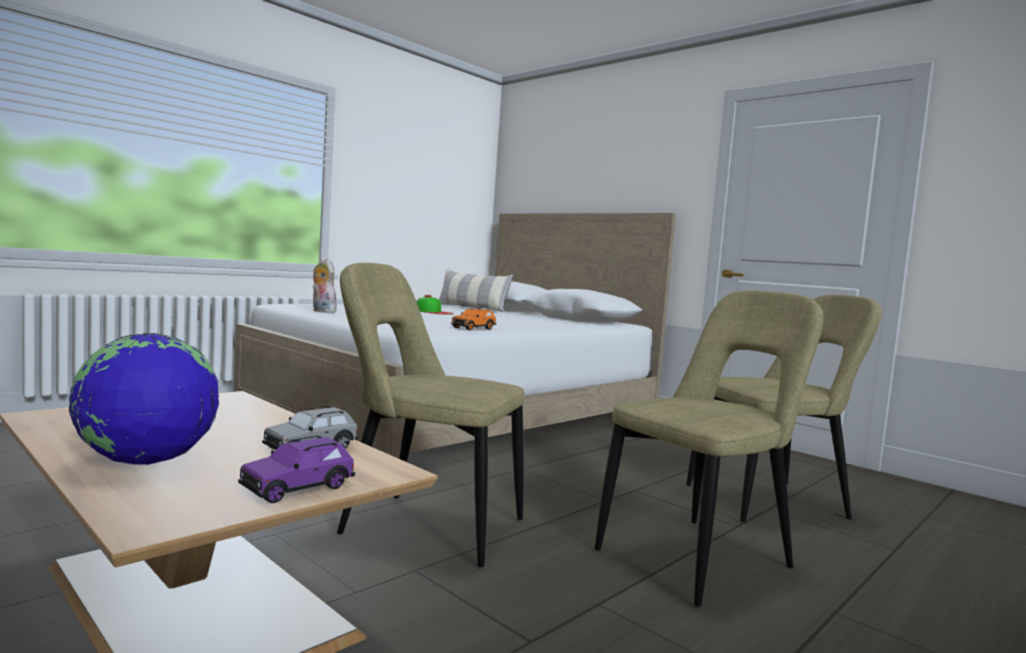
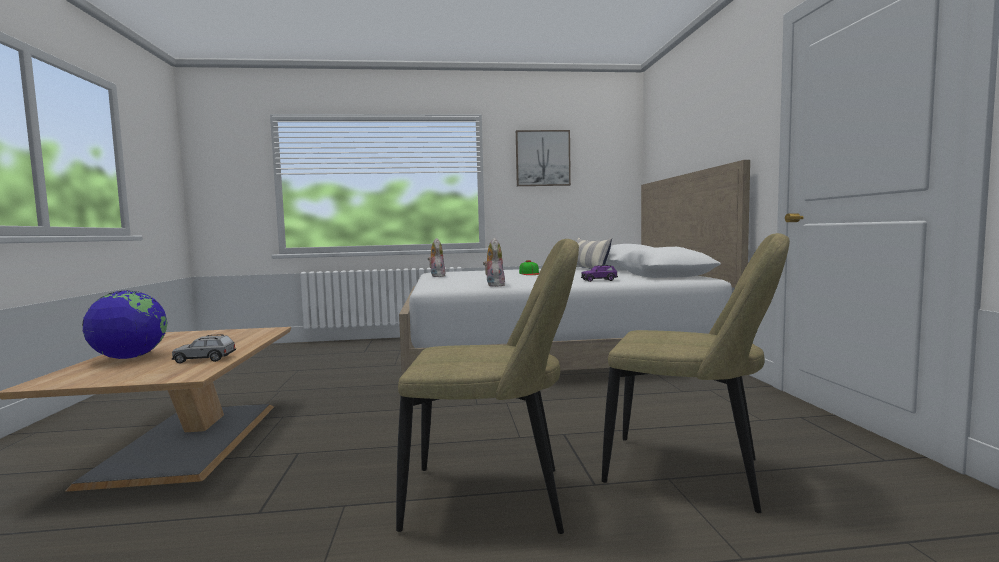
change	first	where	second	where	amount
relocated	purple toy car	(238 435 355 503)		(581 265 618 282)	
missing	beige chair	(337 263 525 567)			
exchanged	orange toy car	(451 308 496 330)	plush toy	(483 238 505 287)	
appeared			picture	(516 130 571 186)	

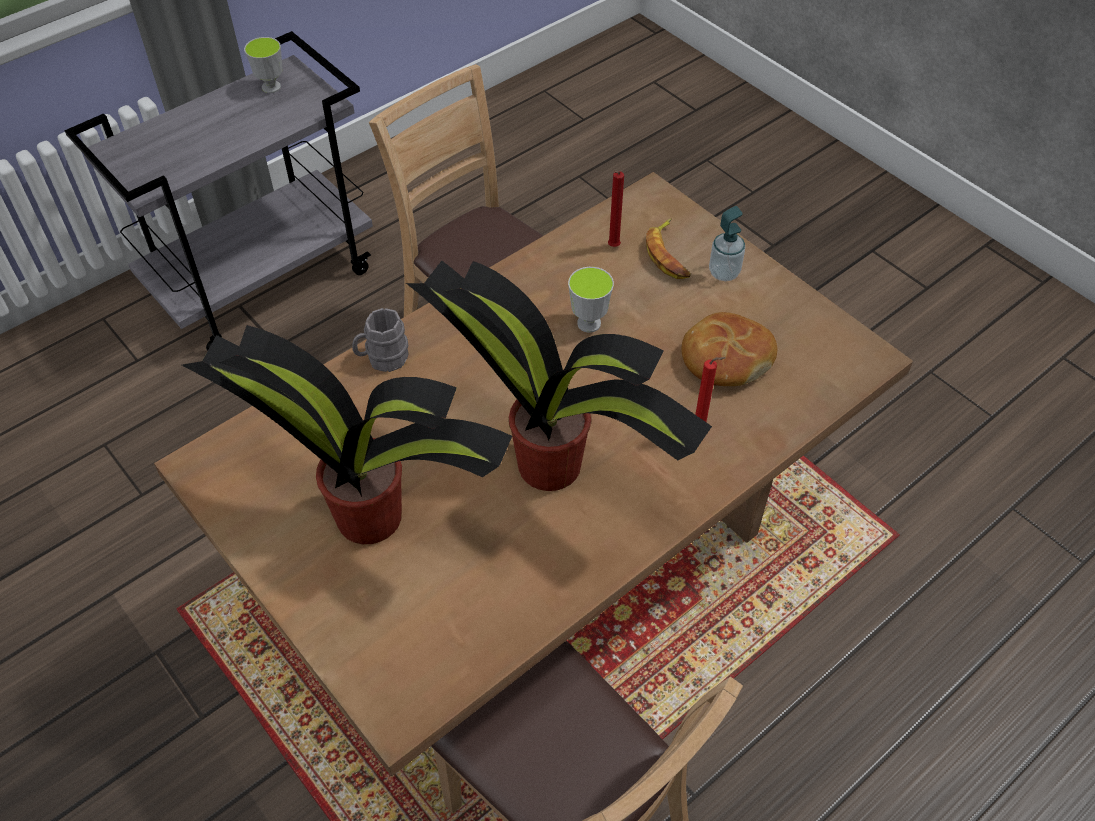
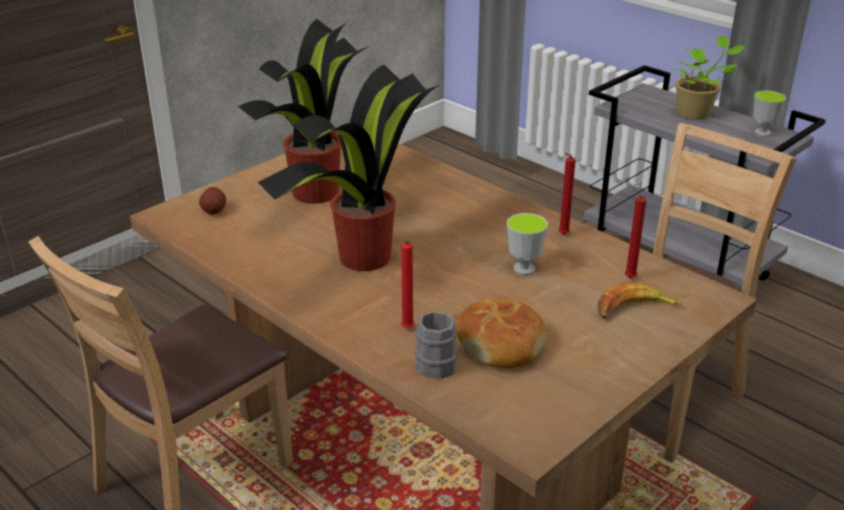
change	first	where	second	where	amount
relocated	grey mug	(352 308 409 372)		(415 312 458 379)	
missing	soap dispenser	(709 206 745 281)			
appeared			potato	(199 187 226 215)	
appeared			red candle	(558 153 576 235)	
appeared			potted plant	(670 35 746 120)	

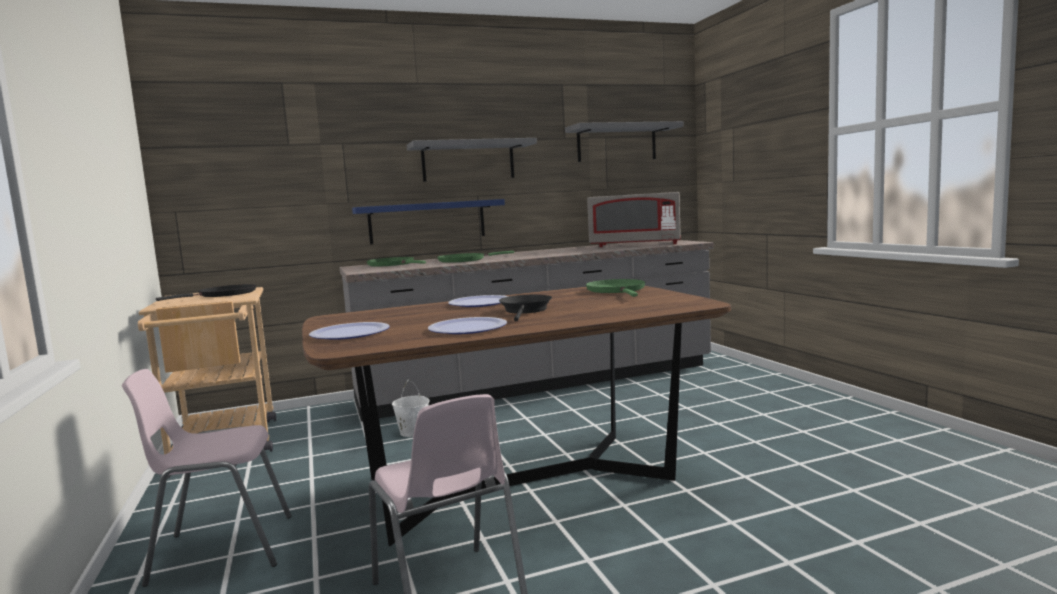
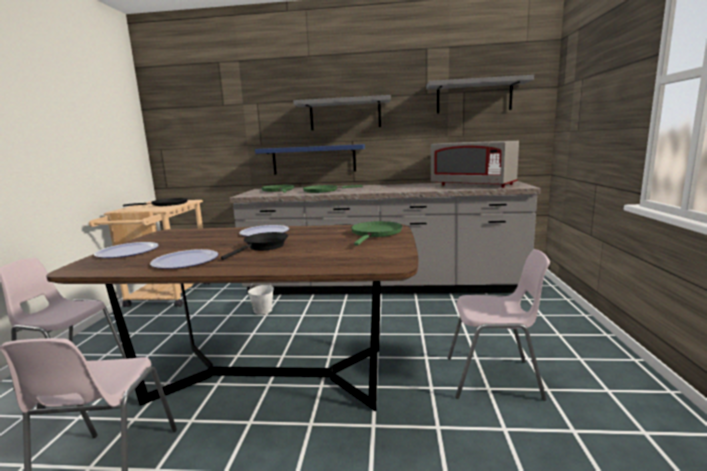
change	first	where	second	where	amount
appeared			pink chair	(448 249 550 401)	

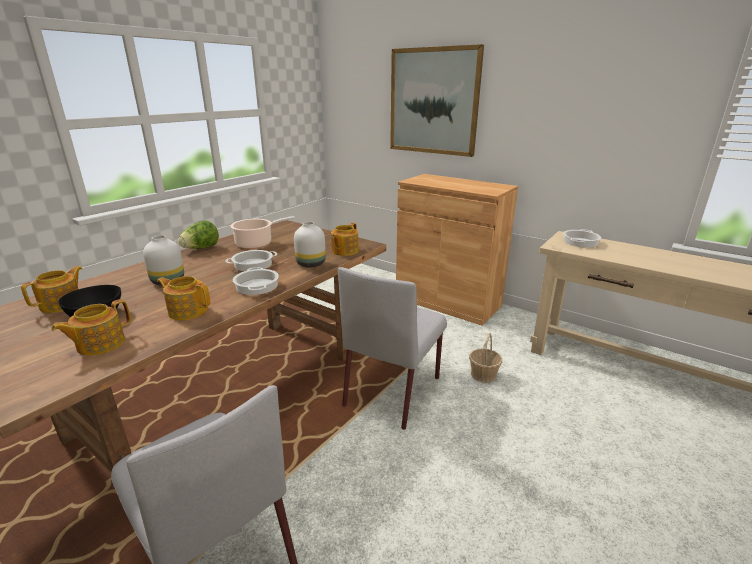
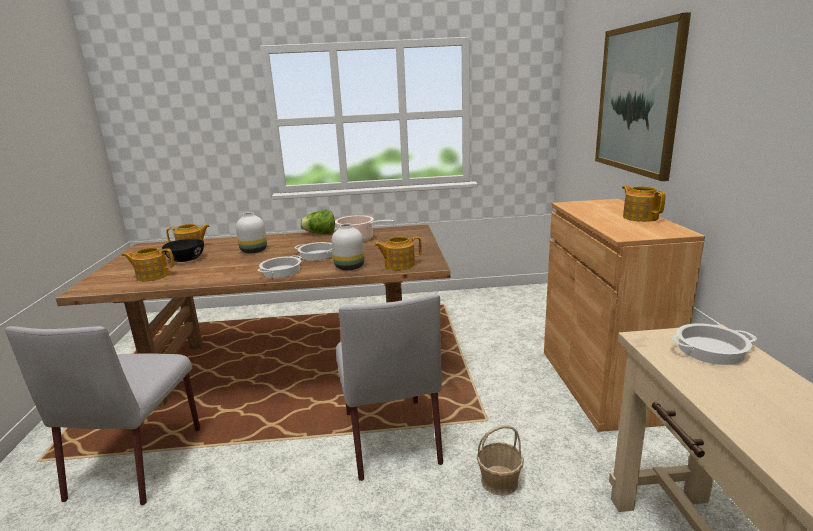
change	first	where	second	where	amount
relocated	teapot	(157 276 210 320)		(622 185 666 222)	
spun	grey chair	(338 267 447 430)		(336 294 443 481)	90 degrees counterclockwise

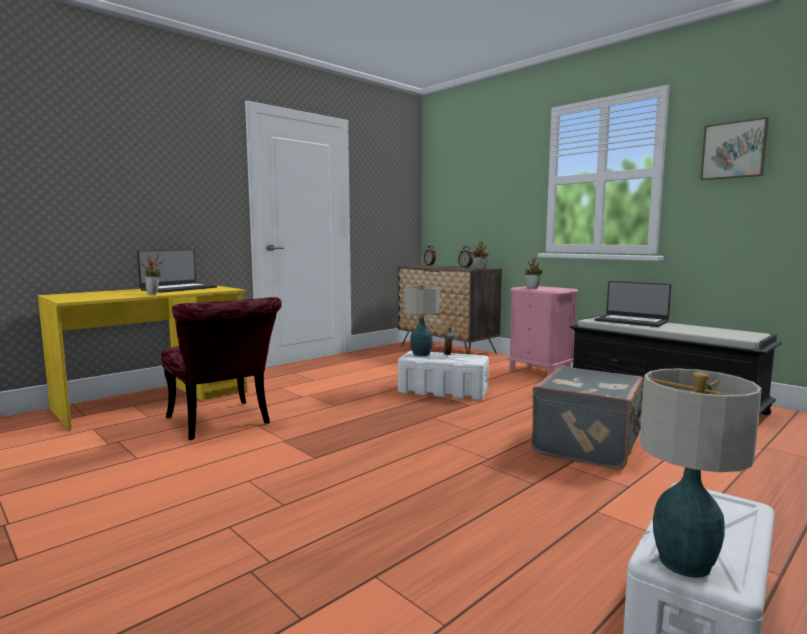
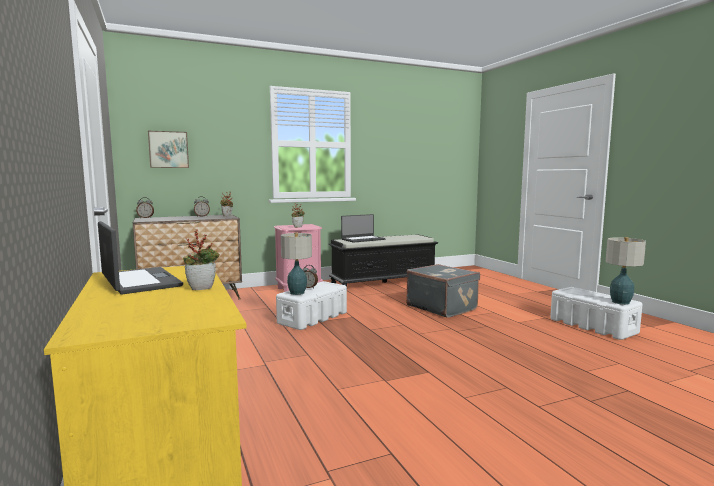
change	first	where	second	where	amount
missing	red chair	(161 297 282 440)			
relocated	picture	(700 117 769 180)		(148 131 189 168)	

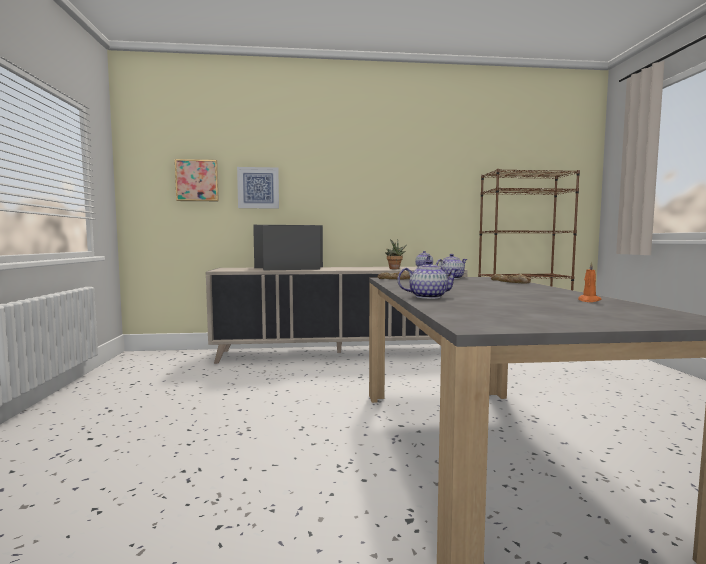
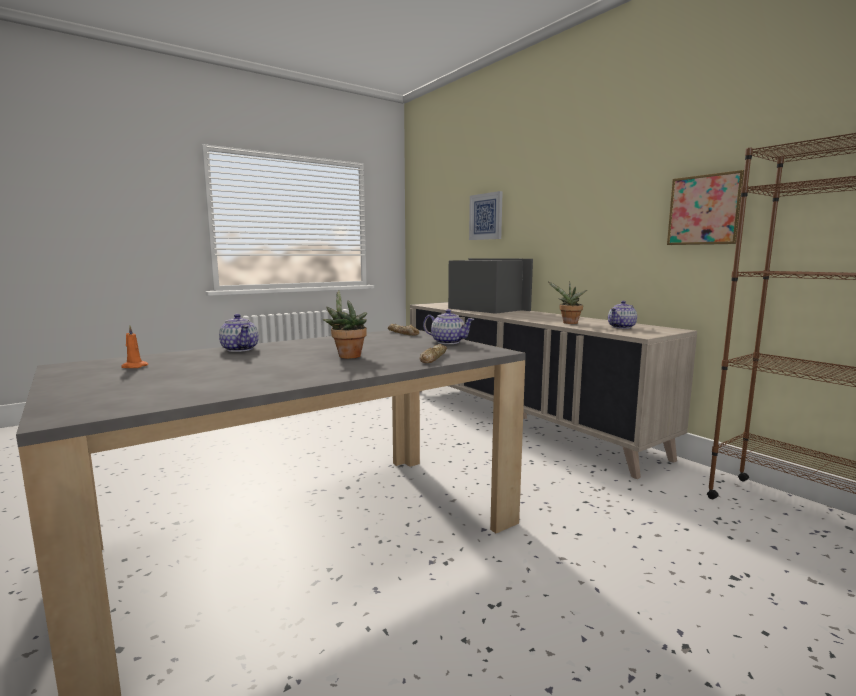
change	first	where	second	where	amount
relocated	picture	(175 159 219 201)		(667 170 744 245)	
relocated	orange candle	(578 262 601 302)		(121 326 148 368)	
appeared			potted plant	(323 290 367 359)	

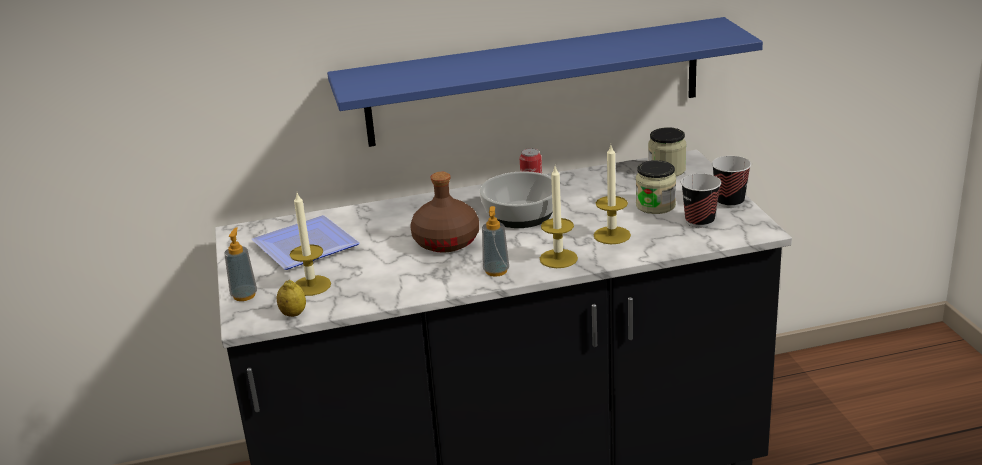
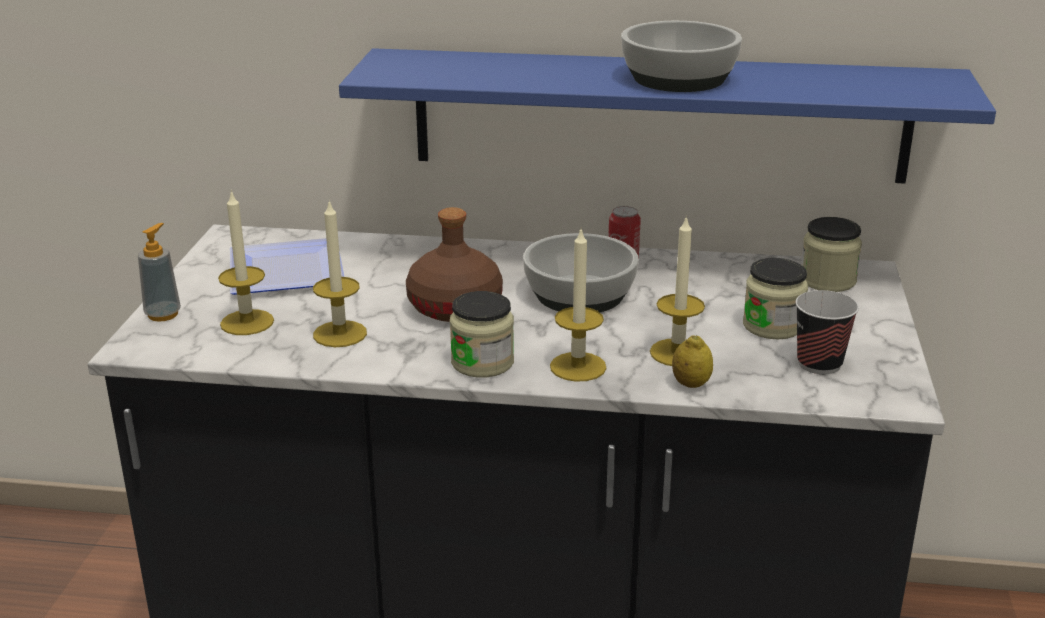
change	first	where	second	where	amount
relocated	lemon	(277 280 306 317)		(672 335 713 388)	
exchanged	soap dispenser	(482 206 509 277)	jar	(450 291 514 378)	
missing	cup	(712 156 751 208)			
appeared			candle	(313 199 367 347)	
appeared			bowl	(621 21 742 92)	

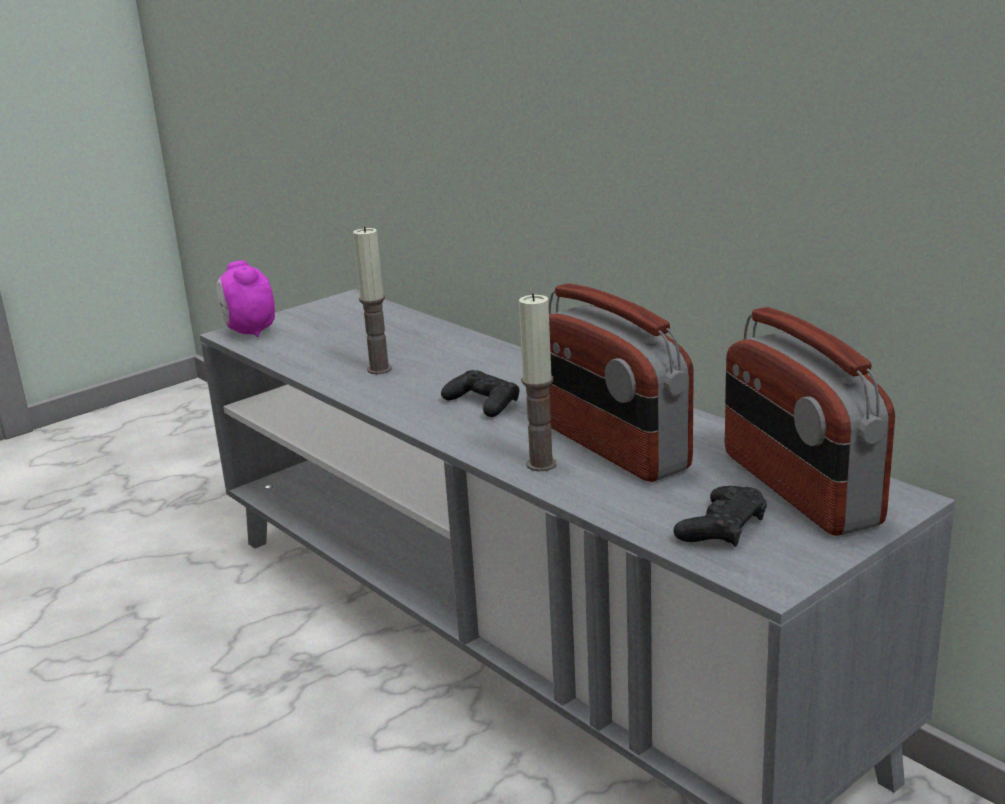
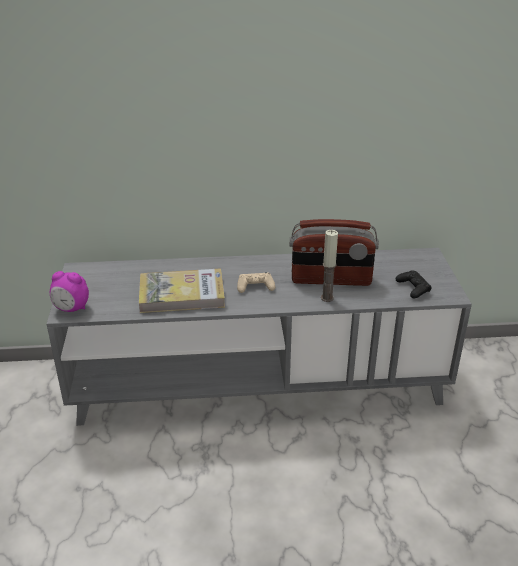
change	first	where	second	where	amount
exchanged	candle	(353 226 392 374)	book	(139 268 225 313)	
colour	black game controller	(441 370 520 417)	beige game controller	(237 272 275 293)	
missing	radio	(724 307 895 536)			

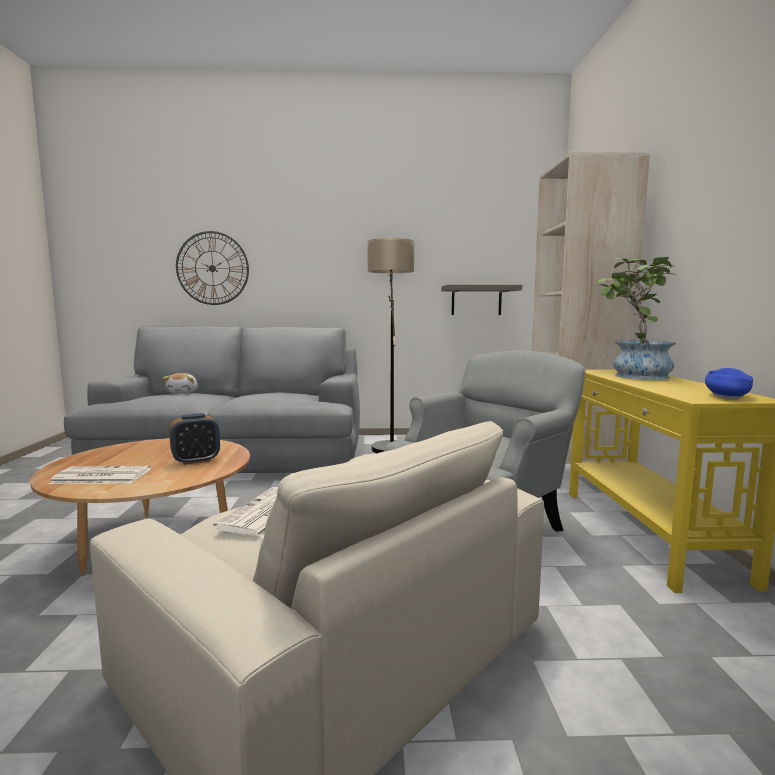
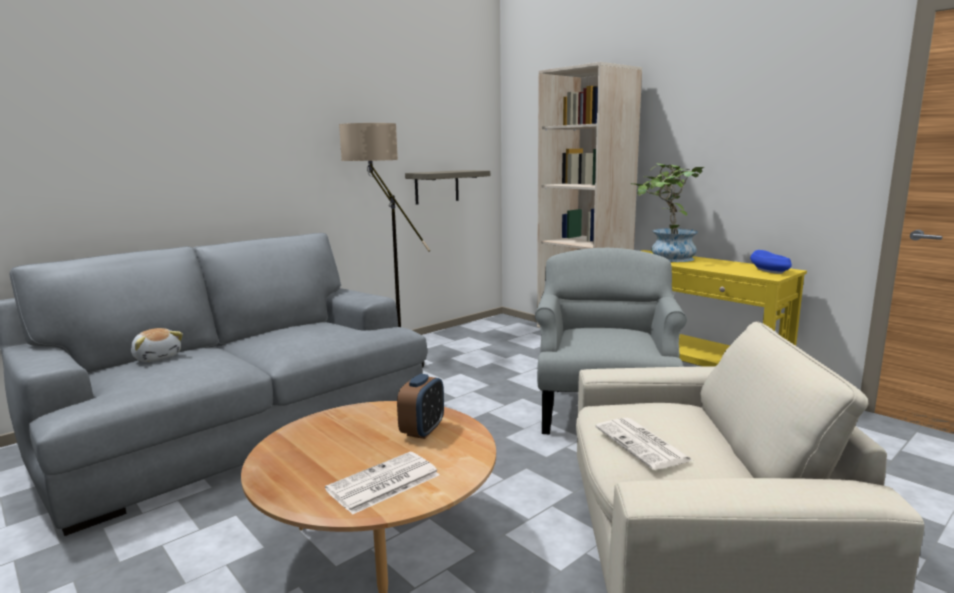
change	first	where	second	where	amount
missing	wall clock	(176 231 249 305)			

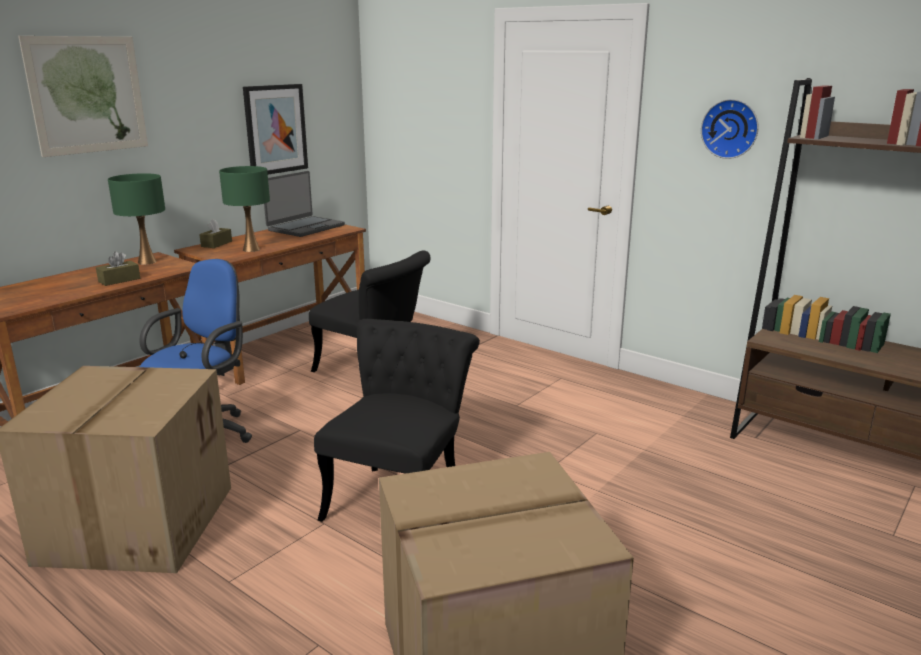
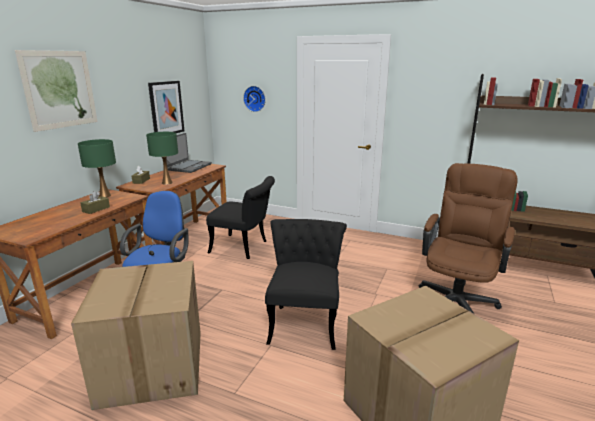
change	first	where	second	where	amount
relocated	wall clock	(701 99 759 159)		(243 86 266 112)	
appeared			brown office chair	(419 163 518 313)	

